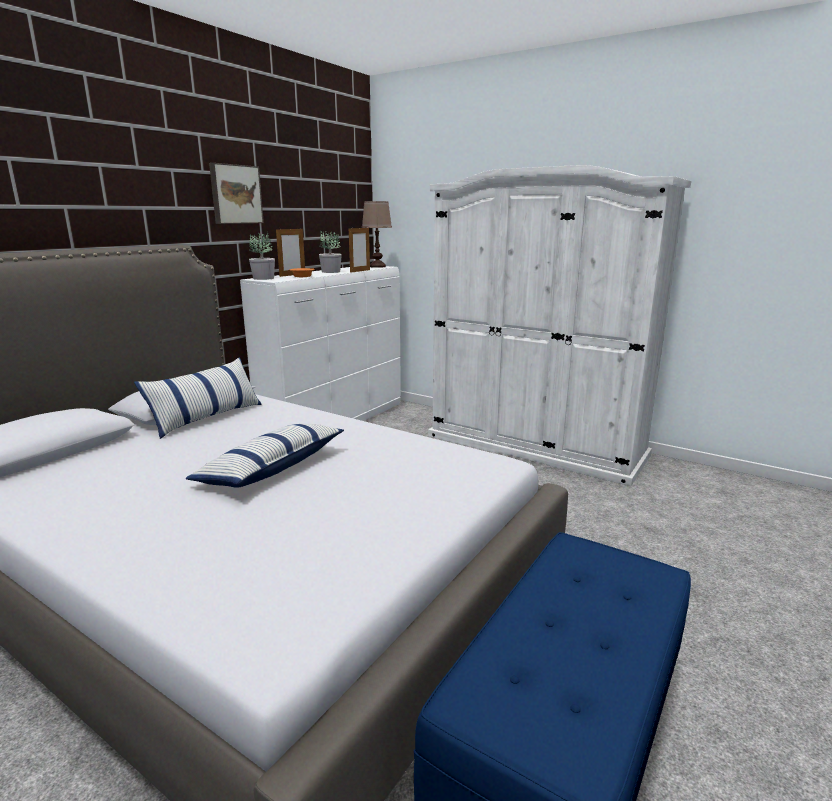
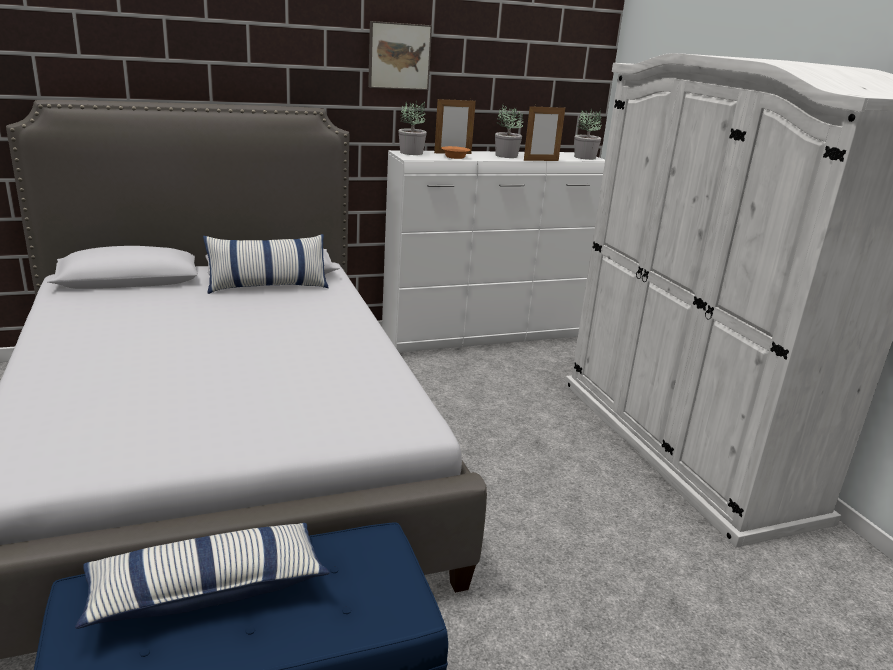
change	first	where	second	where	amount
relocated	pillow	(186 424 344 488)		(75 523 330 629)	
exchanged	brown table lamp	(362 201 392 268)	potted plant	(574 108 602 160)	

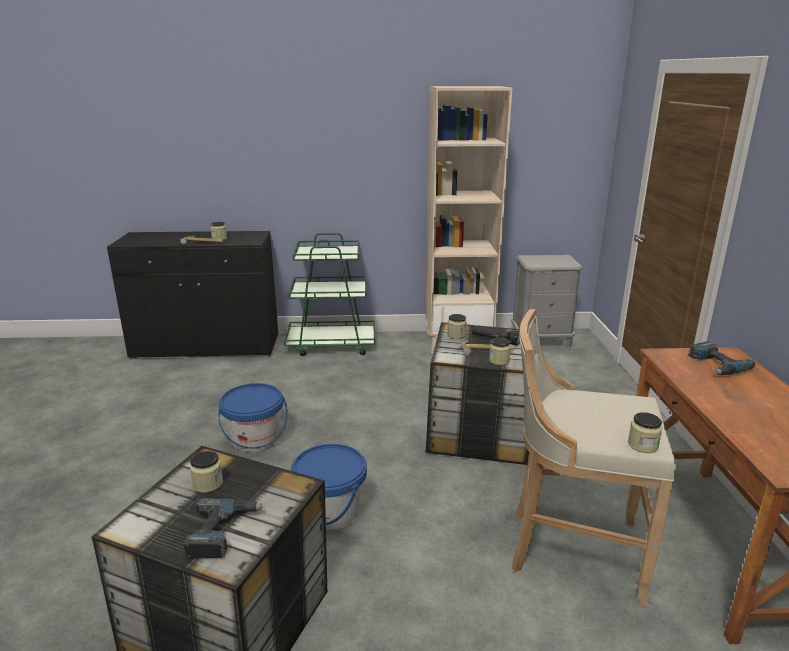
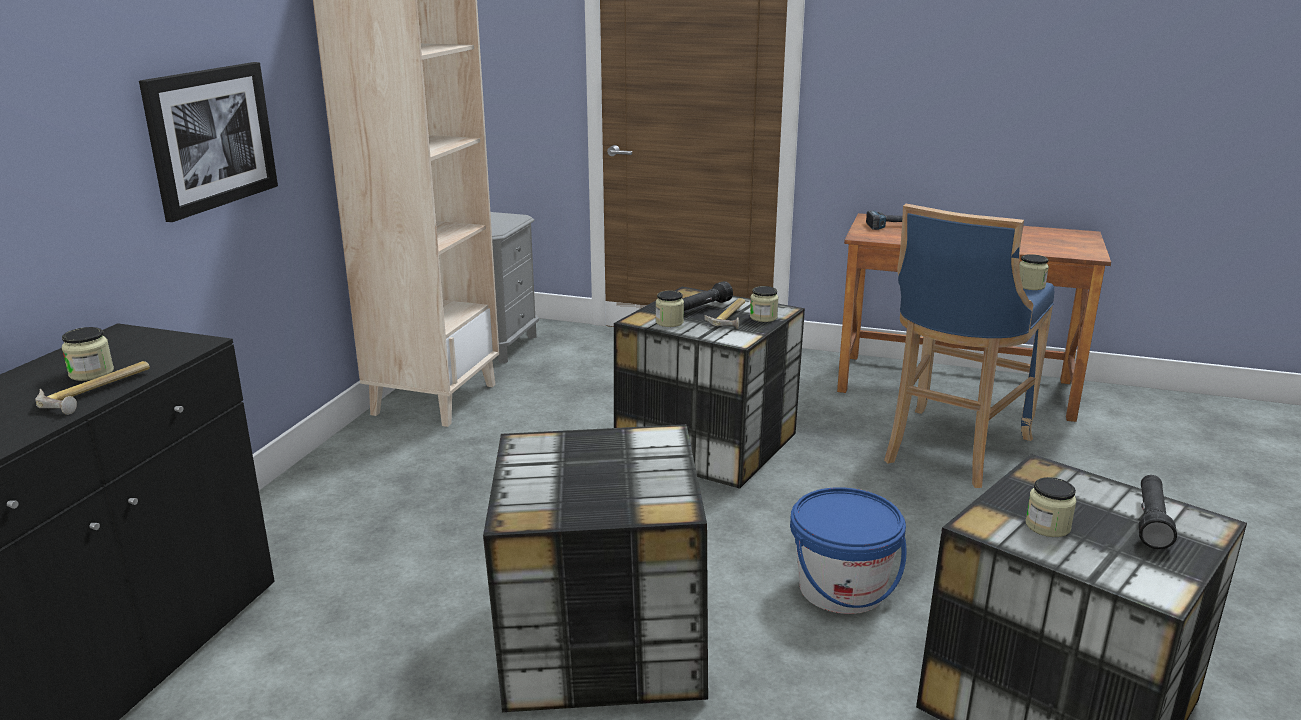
change	first	where	second	where	amount
exchanged	power drill	(184 498 264 558)	black flashlight	(1138 475 1177 549)	
exchanged	blue bucket	(218 383 288 452)	storage box	(483 424 708 712)	
missing	green cart	(284 233 375 356)			
colour	beige stool	(511 309 676 606)	blue stool	(884 204 1054 488)	
appeared			picture	(139 62 278 222)	

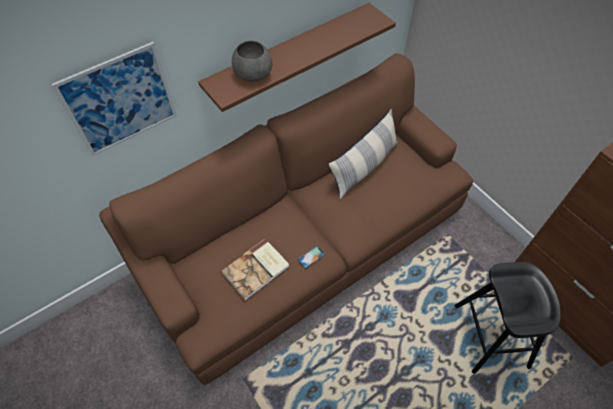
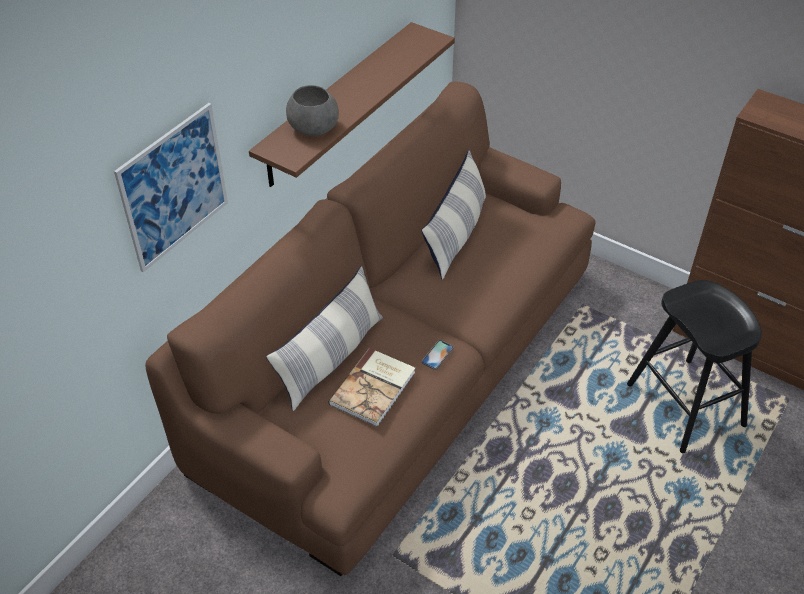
change	first	where	second	where	amount
appeared			pillow	(266 266 383 411)	

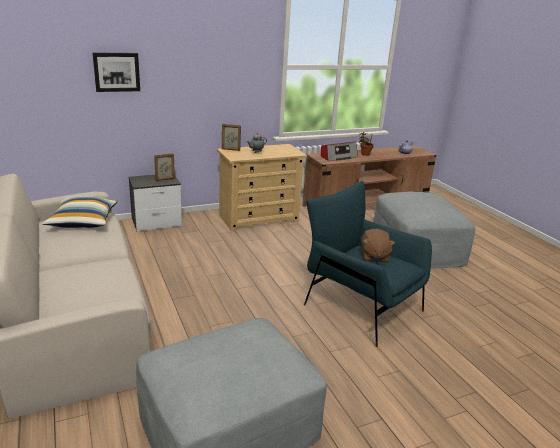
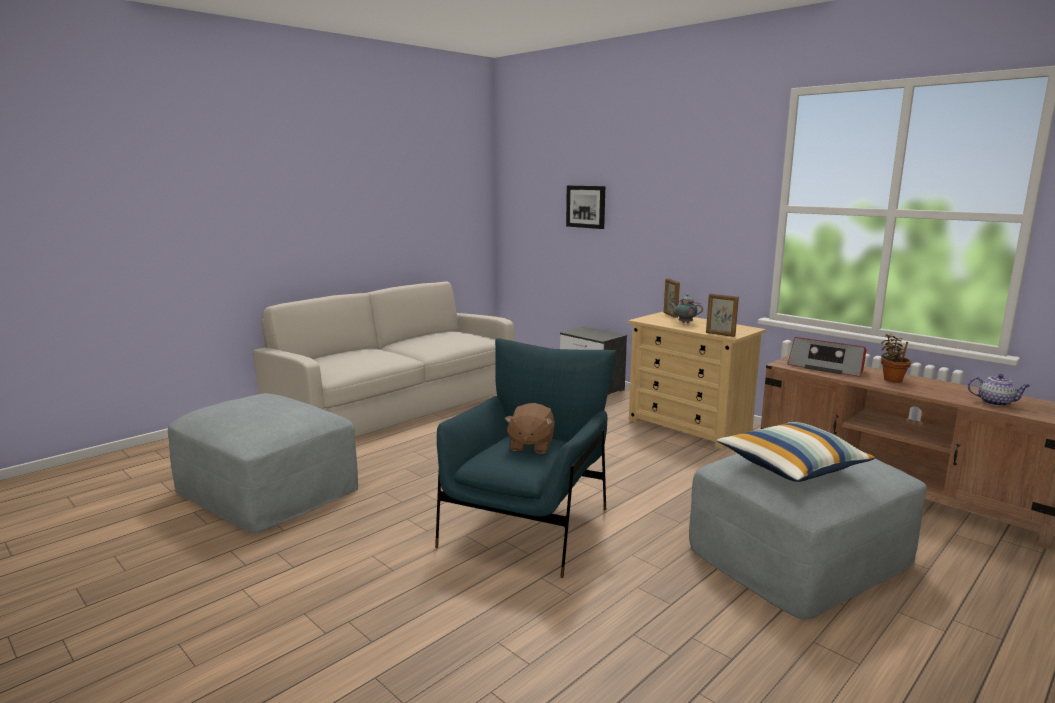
change	first	where	second	where	amount
relocated	pillow	(42 197 117 228)		(717 422 875 482)	
relocated	picture frame	(154 153 175 181)		(706 294 739 337)	
spun	brown plush toy	(361 229 395 262)		(505 403 555 454)	60 degrees counterclockwise

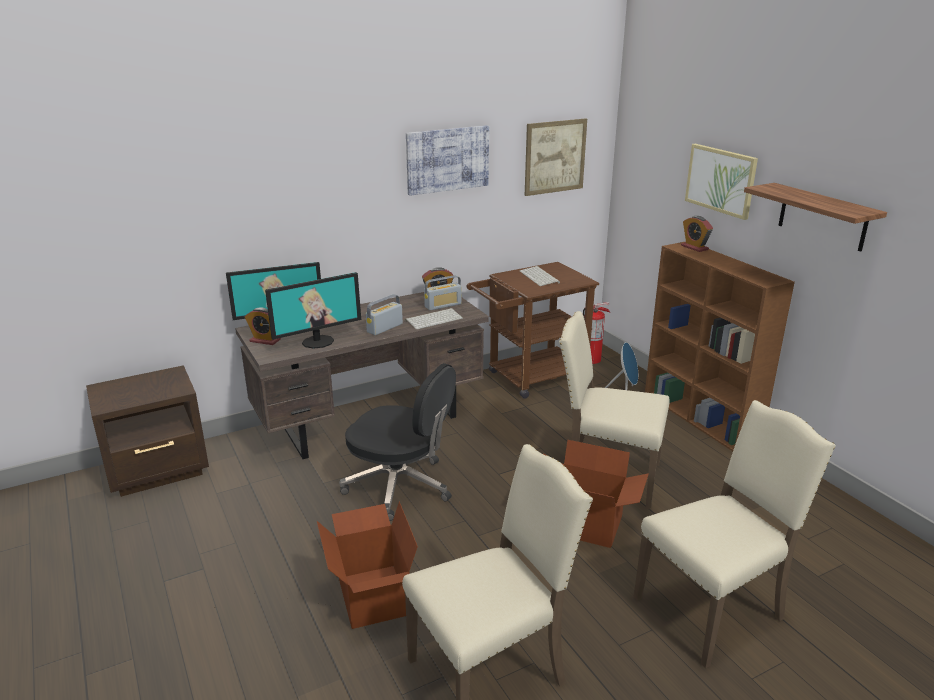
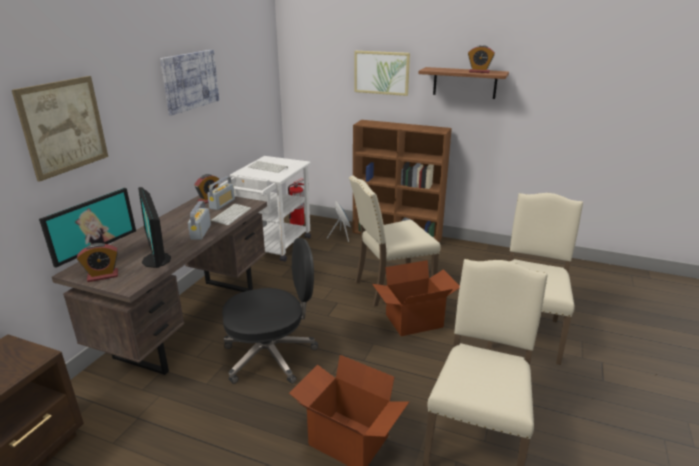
change	first	where	second	where	amount
spun	monitor	(265 272 361 349)		(138 187 171 268)	135 degrees clockwise
colour	brown cart	(466 262 599 399)	white cart	(220 156 311 262)	
relocated	picture	(525 118 587 196)		(12 76 108 182)	
relocated	alarm clock	(681 216 713 252)		(468 45 495 73)	

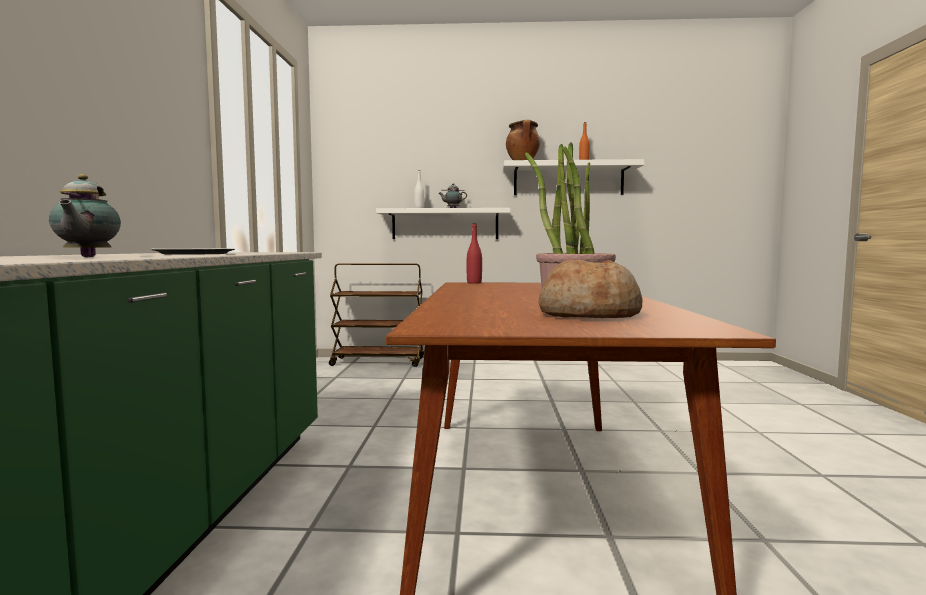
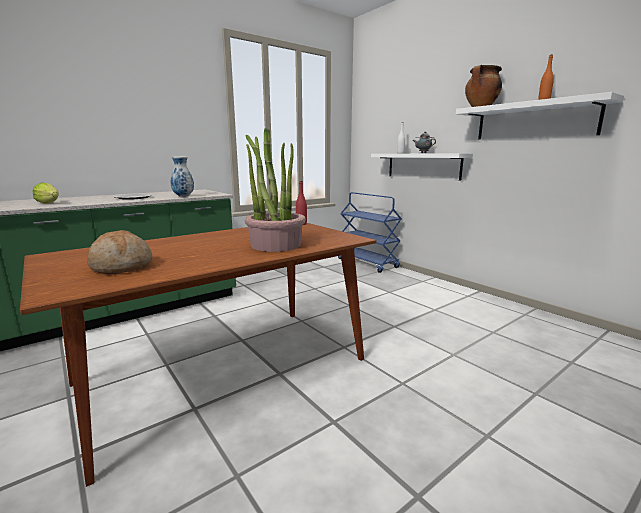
change	first	where	second	where	amount
exchanged	teapot	(49 174 121 257)	lettuce	(32 183 59 204)	
colour	brown cart	(329 263 424 367)	blue cart	(338 192 402 273)	
appeared			vase	(171 156 194 197)	

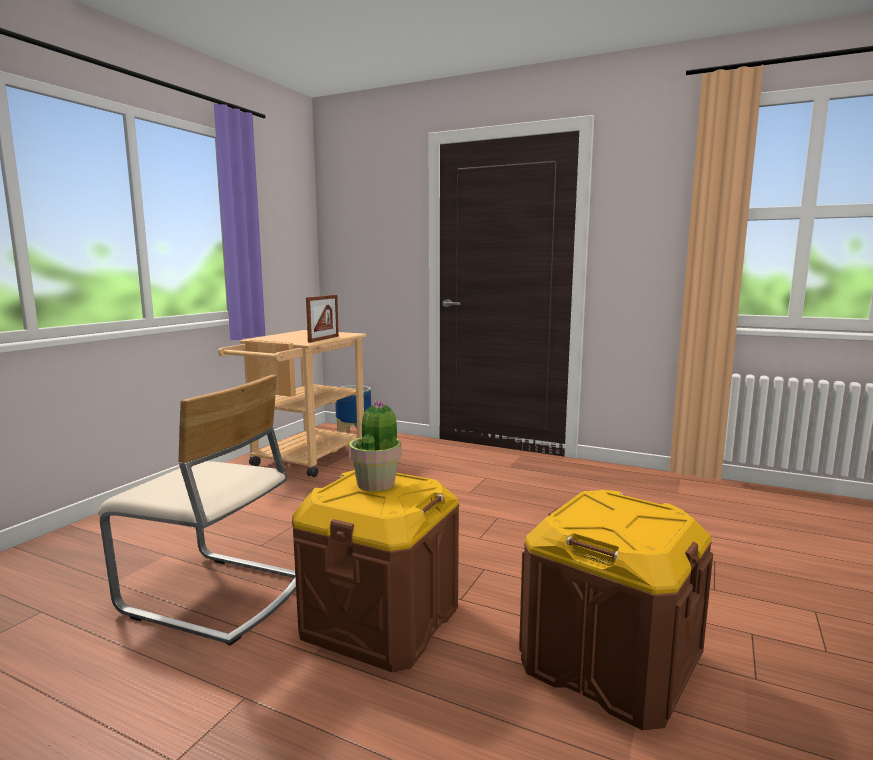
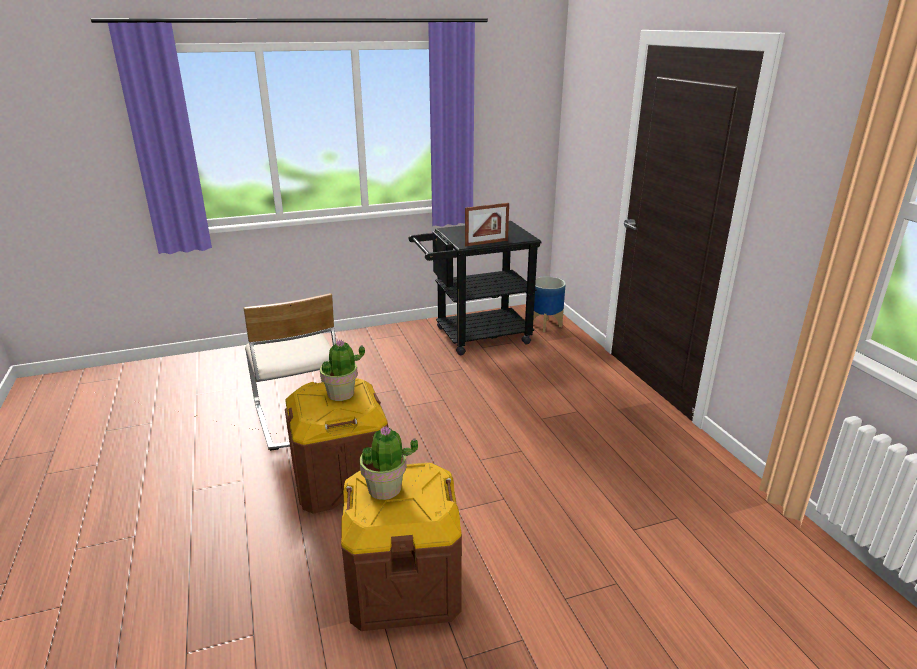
change	first	where	second	where	amount
colour	beige cart	(218 330 367 477)	black cart	(408 221 542 355)	
appeared			potted plant	(359 426 418 500)	

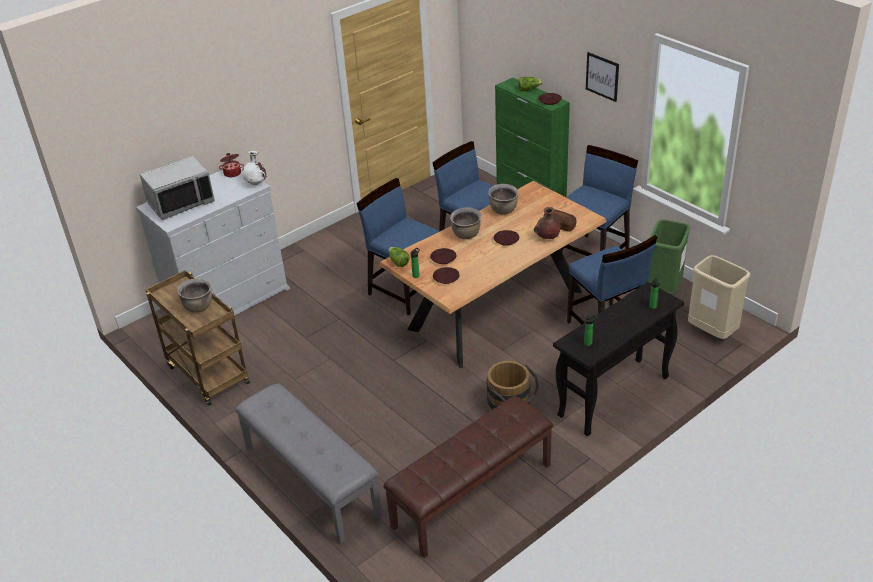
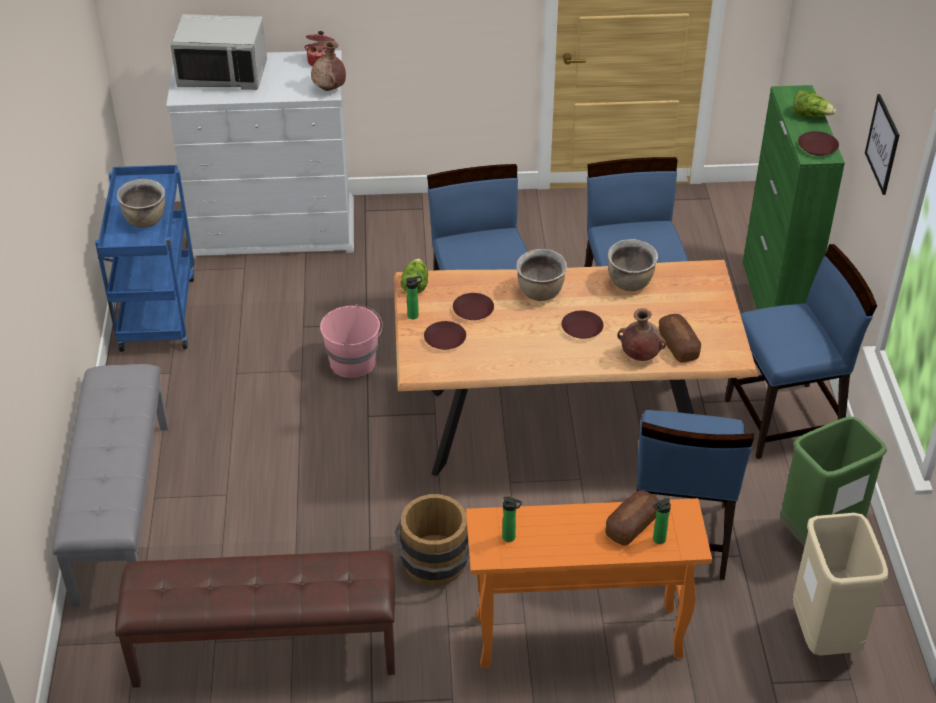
change	first	where	second	where	amount
colour	brown cart	(145 270 250 406)	blue cart	(95 165 195 352)	
colour	white vase	(242 151 266 185)	brown vase	(311 40 346 91)	
colour	black console table	(553 282 684 436)	orange console table	(466 498 712 668)	
appeared			pink bucket	(320 304 383 378)	
appeared			bread	(605 490 659 546)	

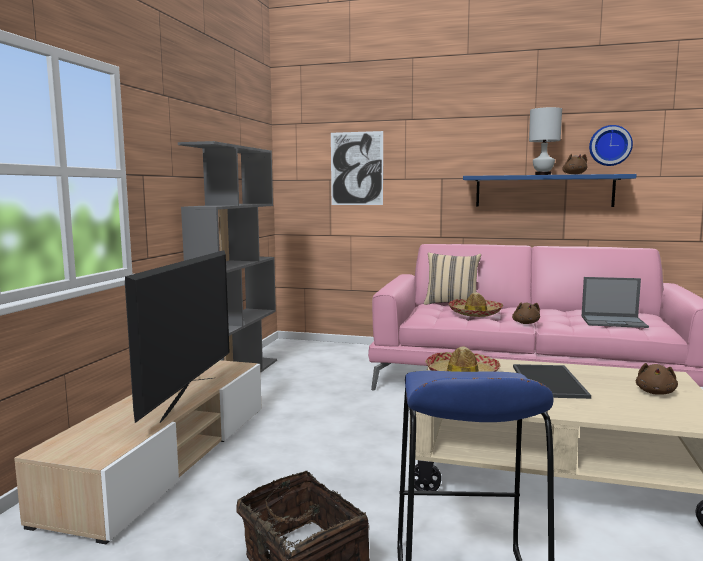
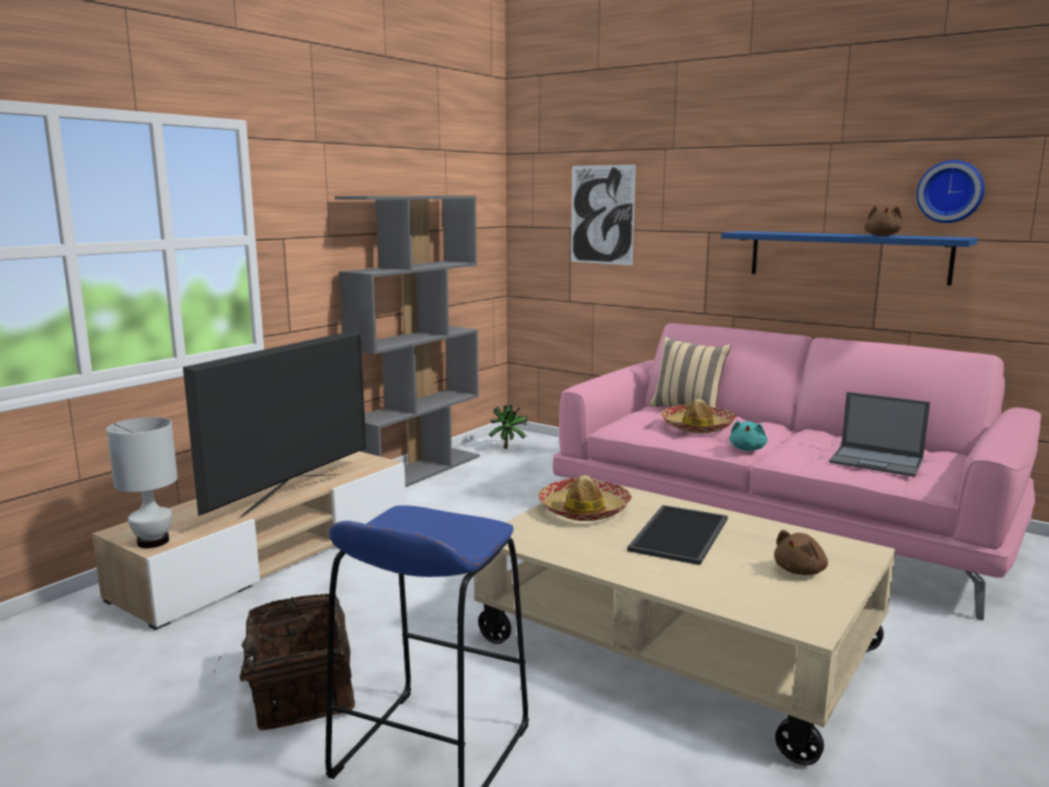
change	first	where	second	where	amount
colour	brown plush toy	(512 302 540 324)	turquoise plush toy	(730 421 767 451)	
relocated	white table lamp	(529 107 562 175)		(106 417 178 548)	
appeared			potted plant	(488 405 528 449)	

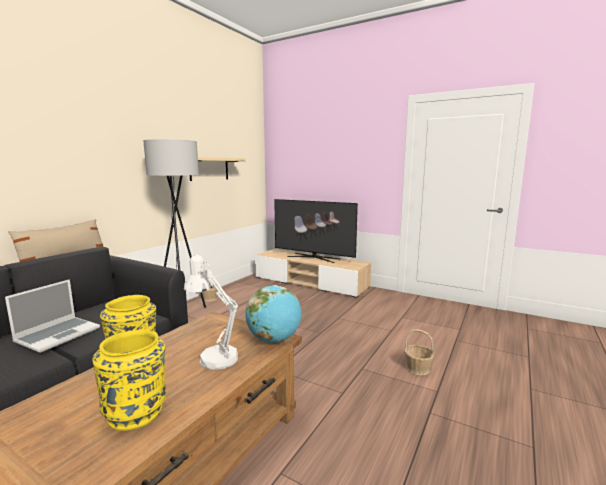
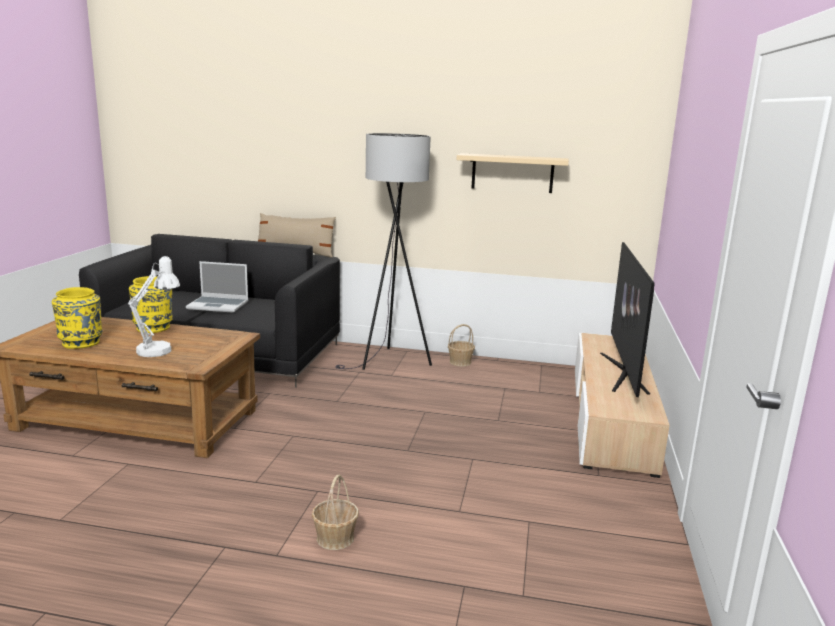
change	first	where	second	where	amount
missing	globe	(245 285 301 343)			

